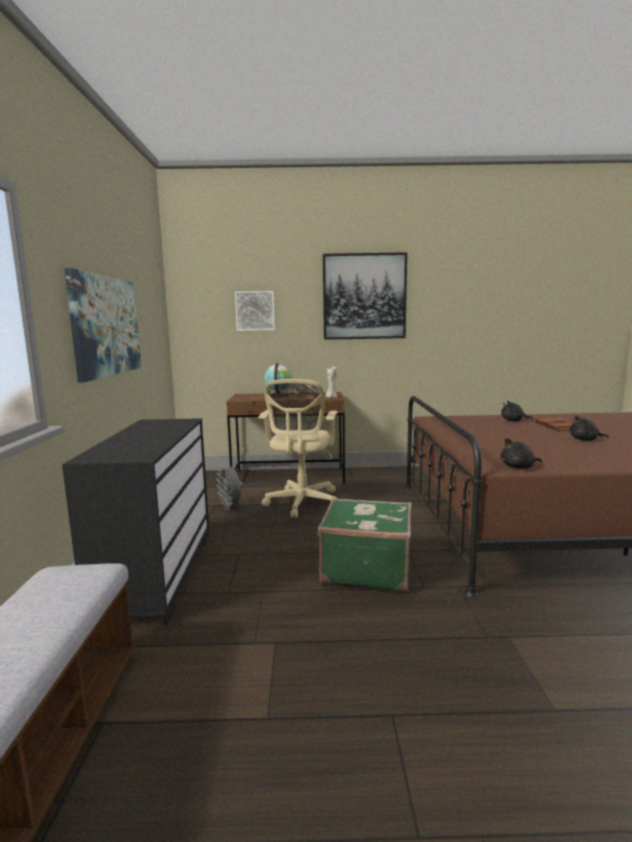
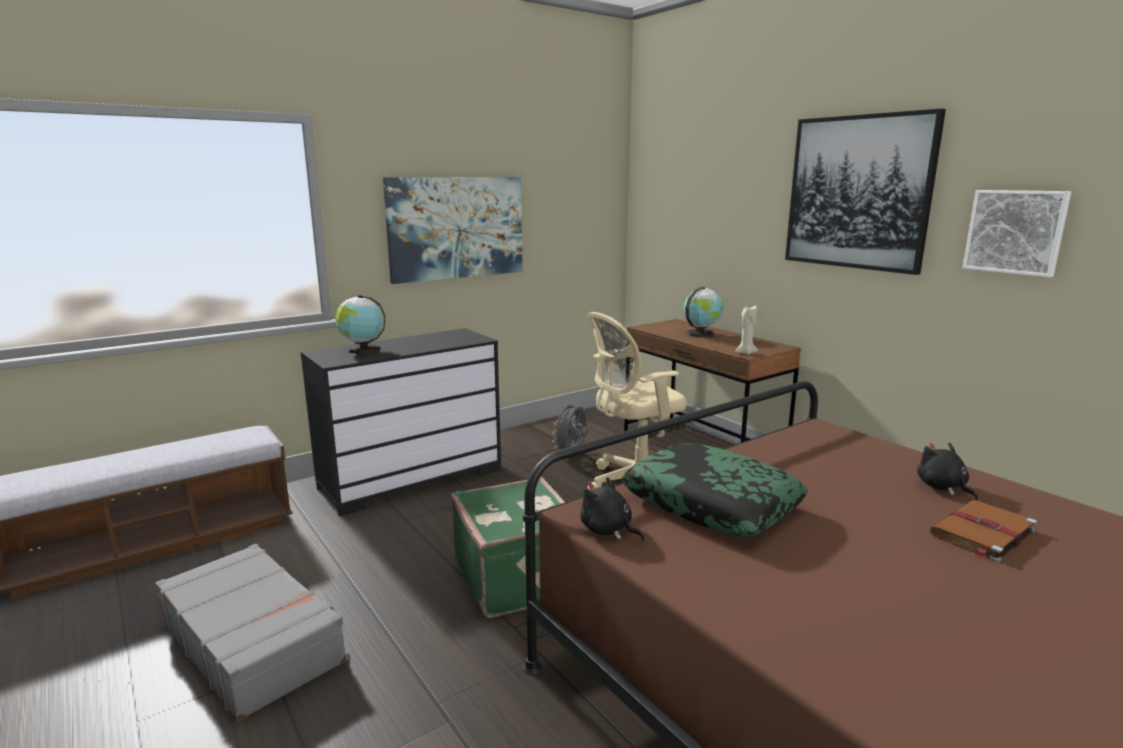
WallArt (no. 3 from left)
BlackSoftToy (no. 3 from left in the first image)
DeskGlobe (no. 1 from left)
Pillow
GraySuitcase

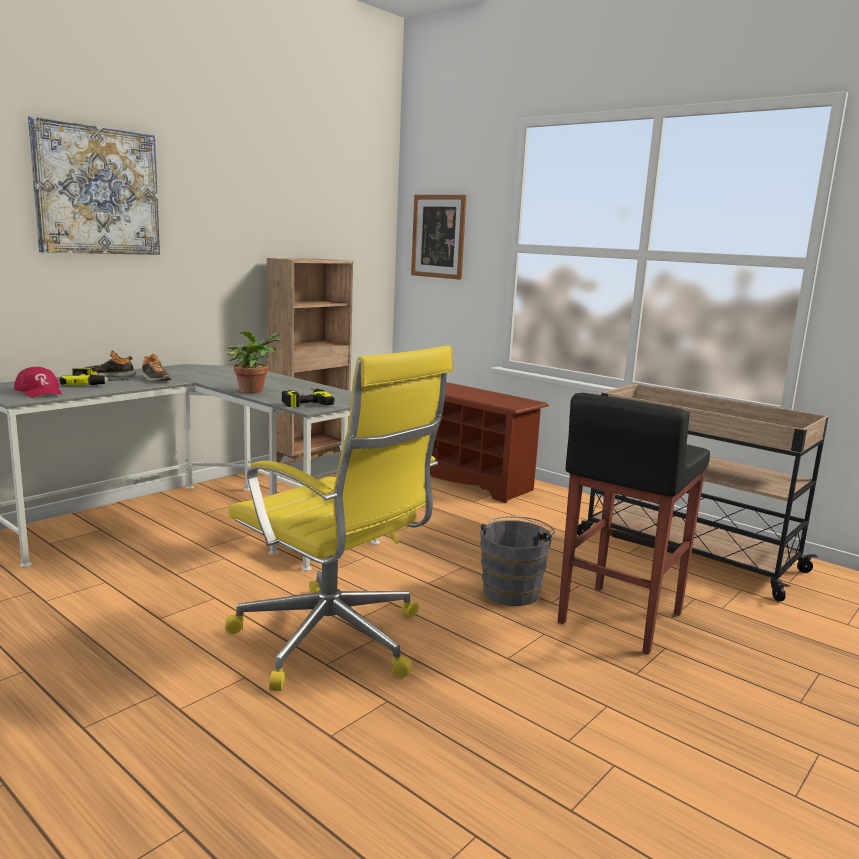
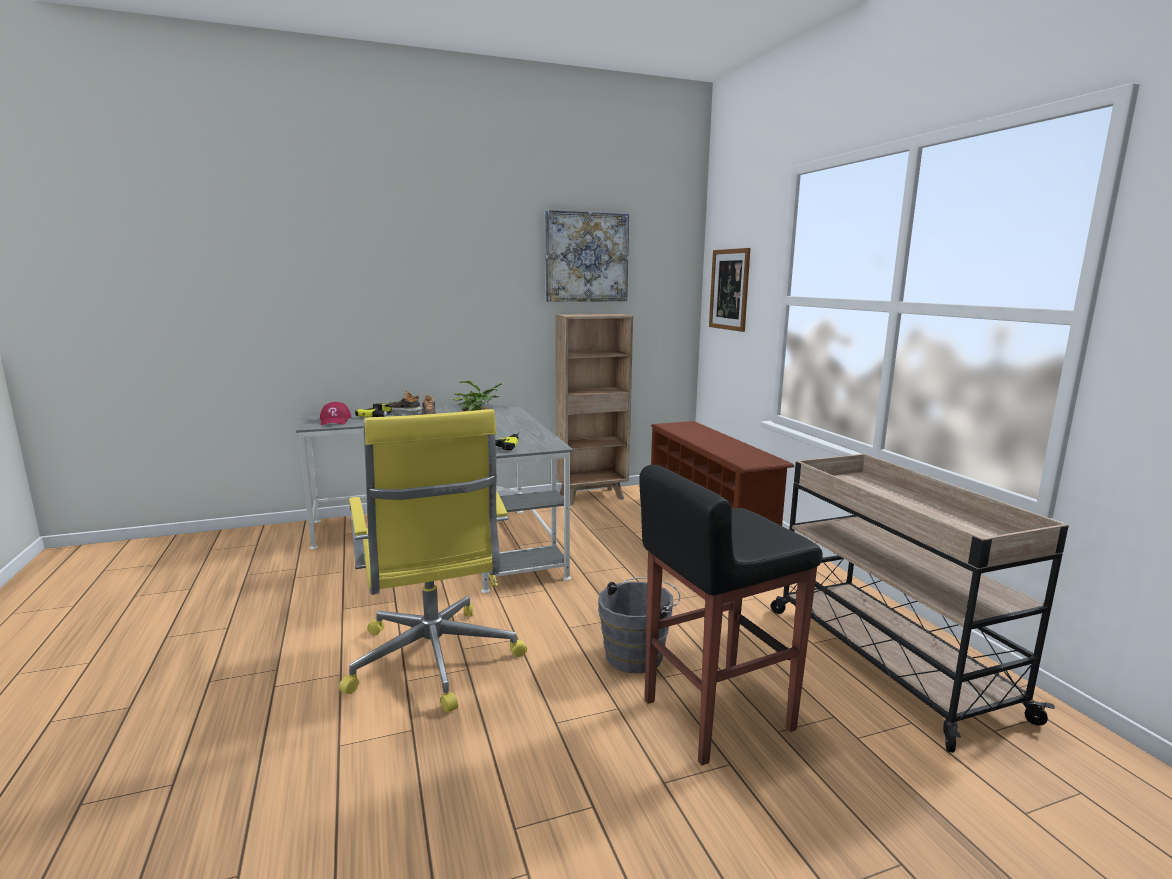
WallArt (no. 1 from left)

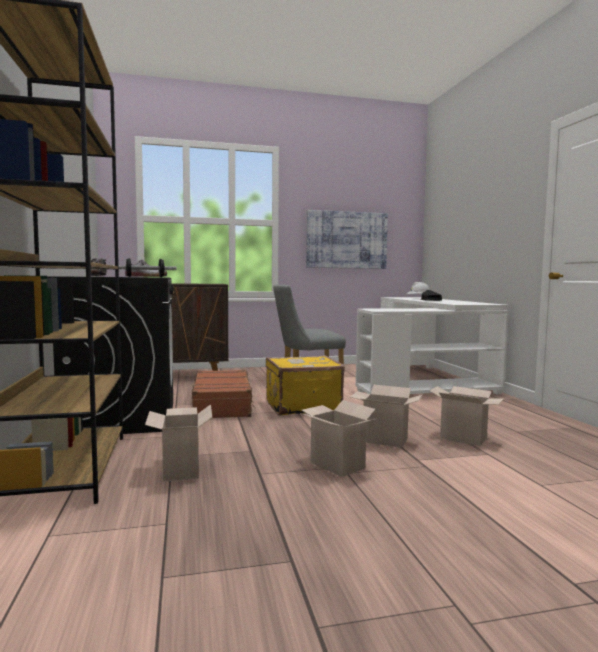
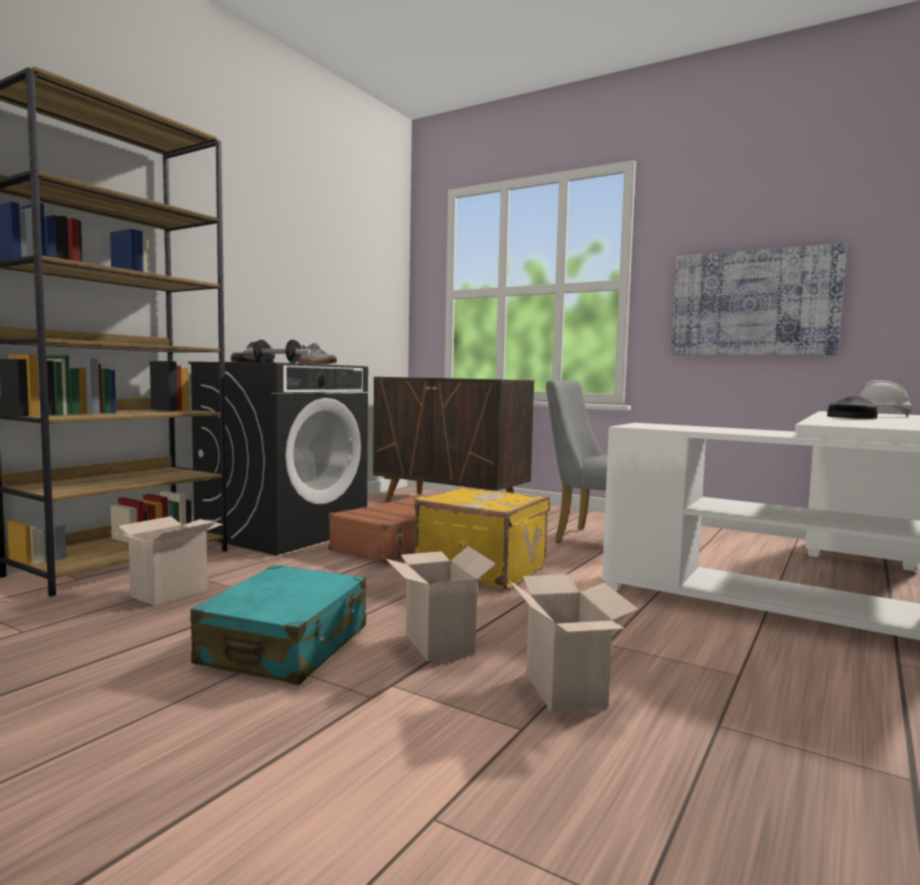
TurquoiseSuitcase

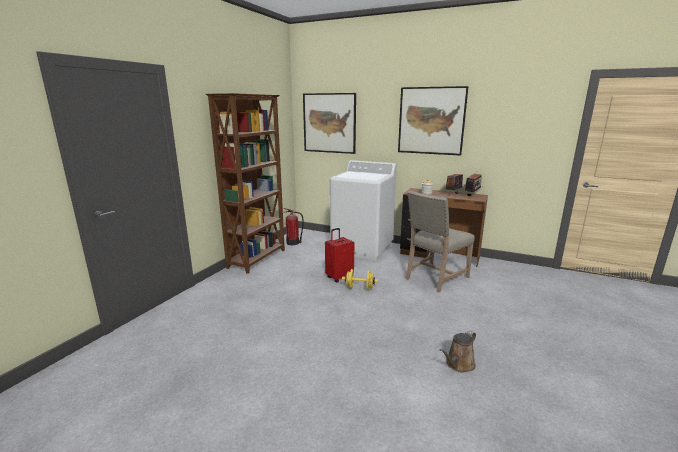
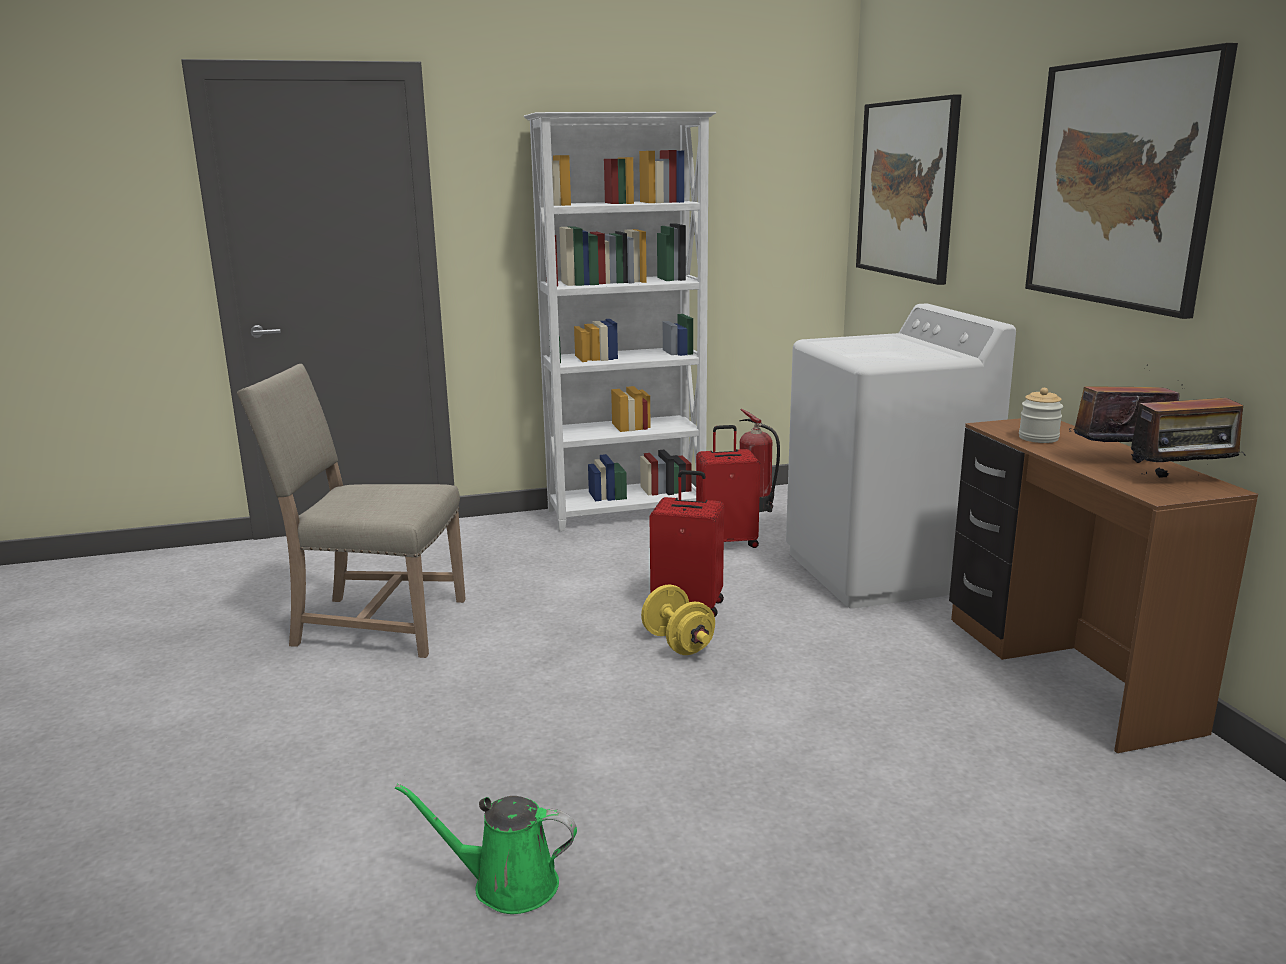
WhiteShelvingUnit
SandColouredUprightChair
GreenishWateringCan
RedColouredSuitcase (no. 2 from left)

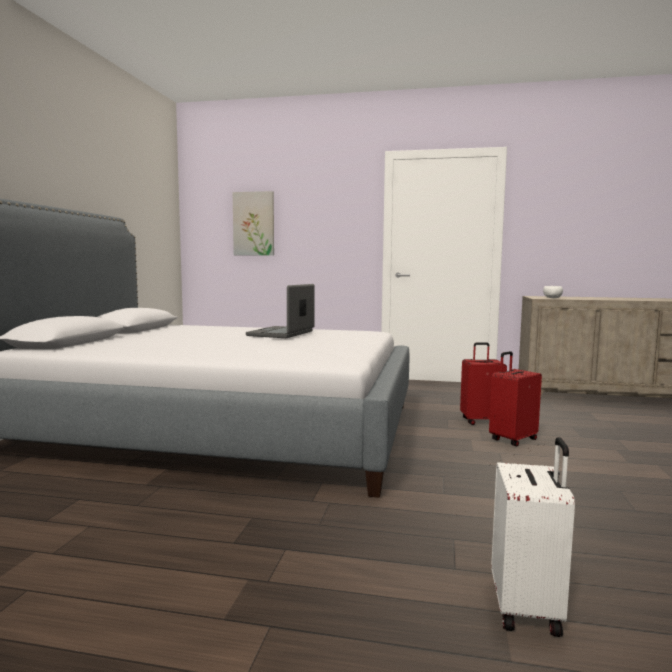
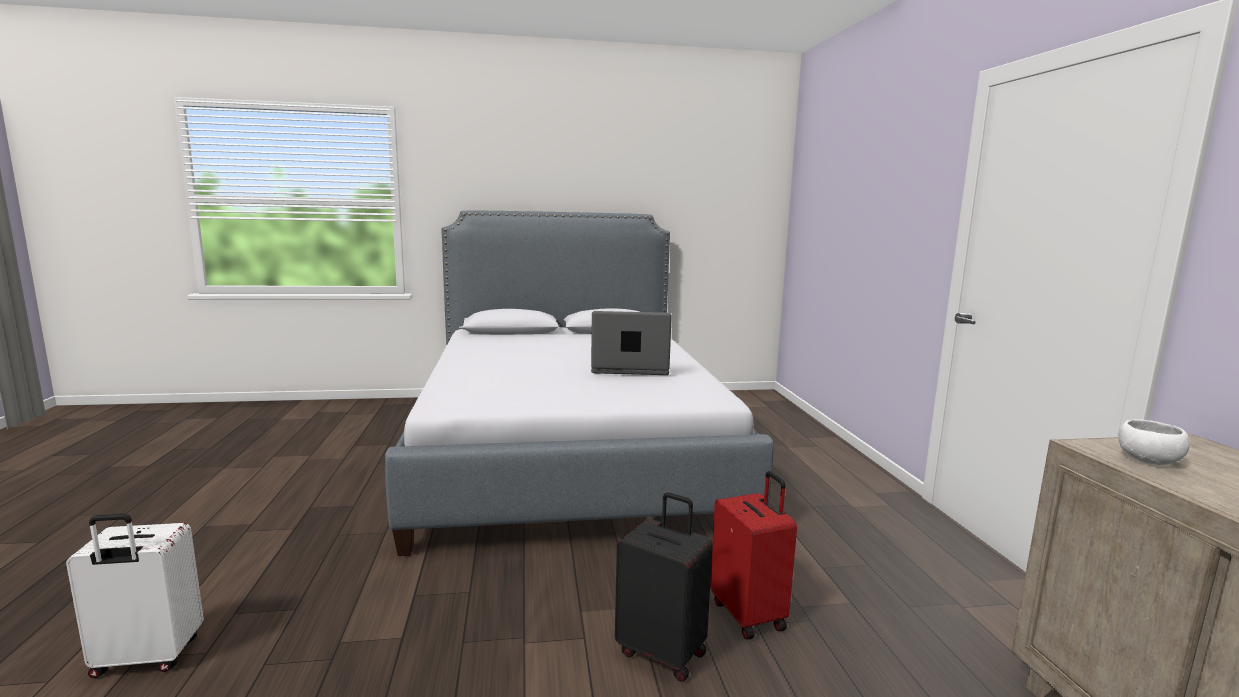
WallArt
BlackSuitcase

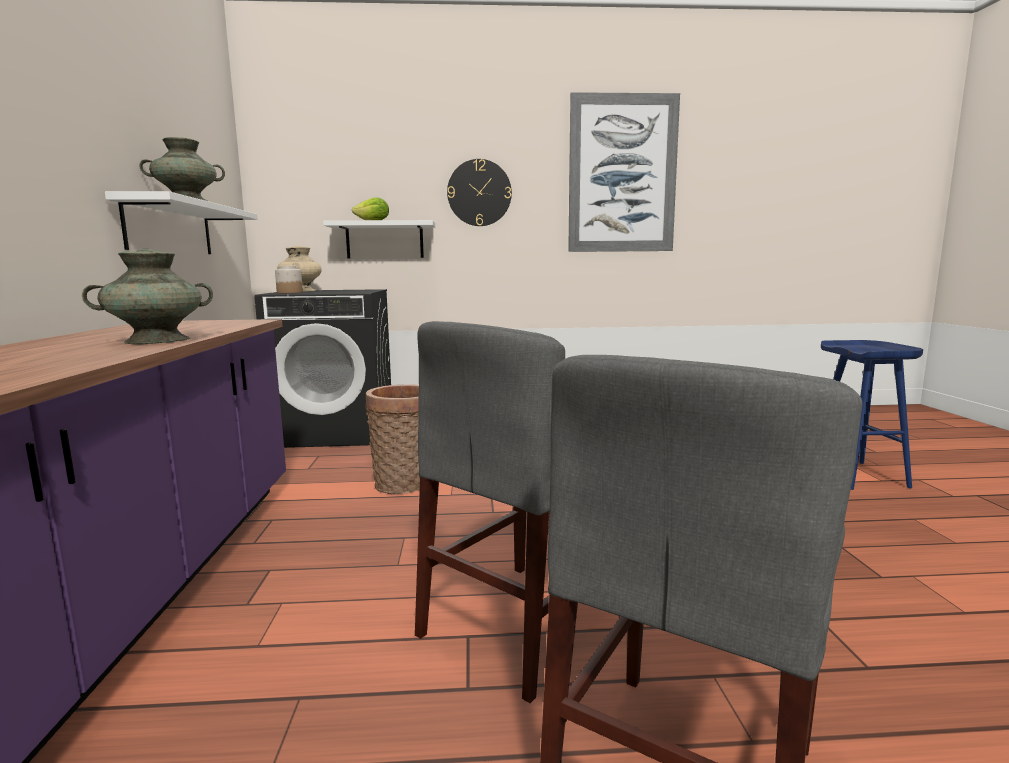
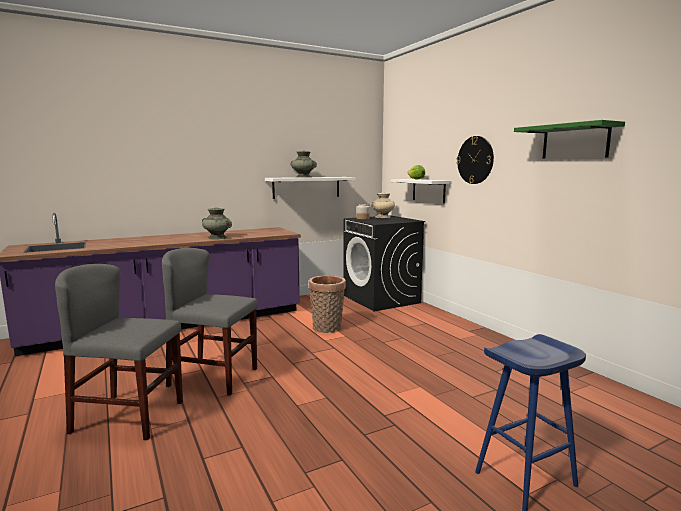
GreenishWallShelf

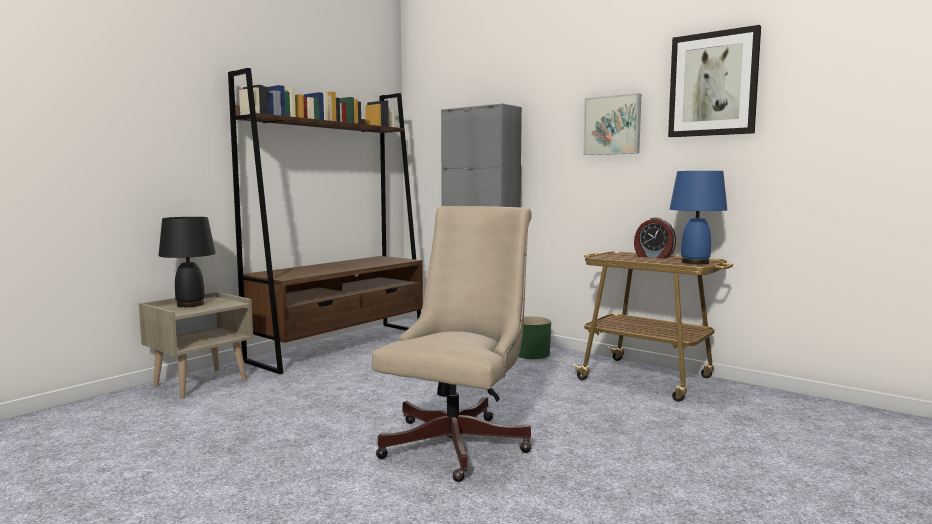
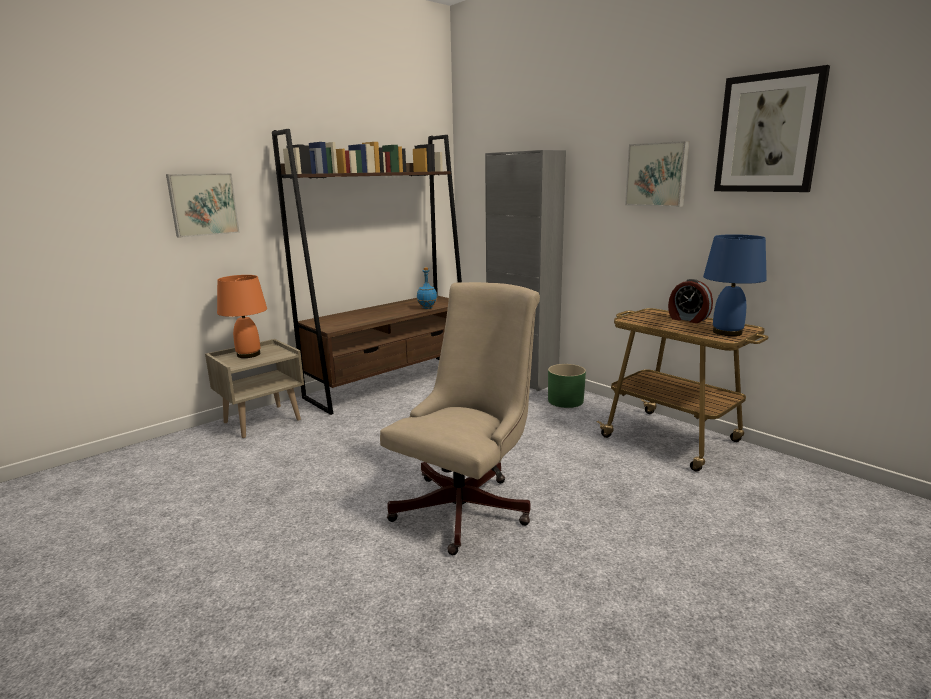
OrangeTabletopLamp
WallArt (no. 1 from left)
BlueColouredBeverageBottle

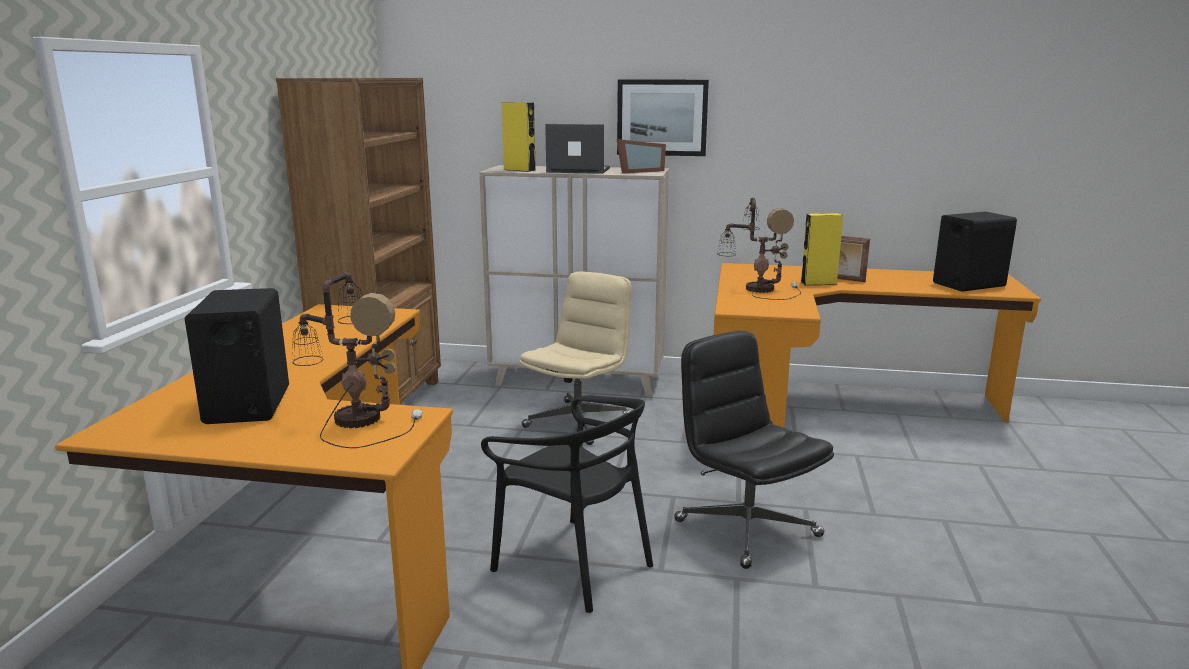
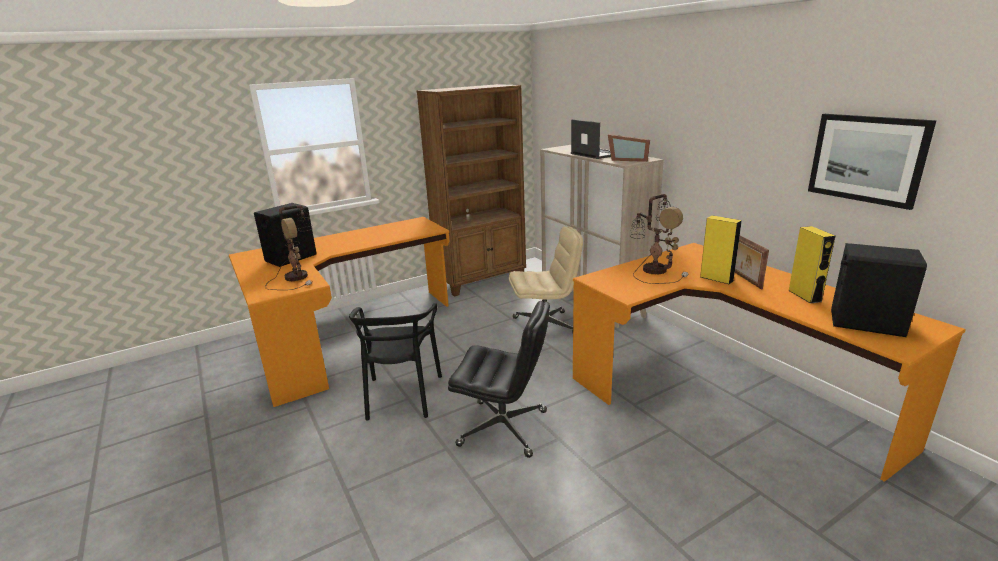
WallArt
YellowAudioSpeaker (no. 2 from left)
BlackOfficeChair

